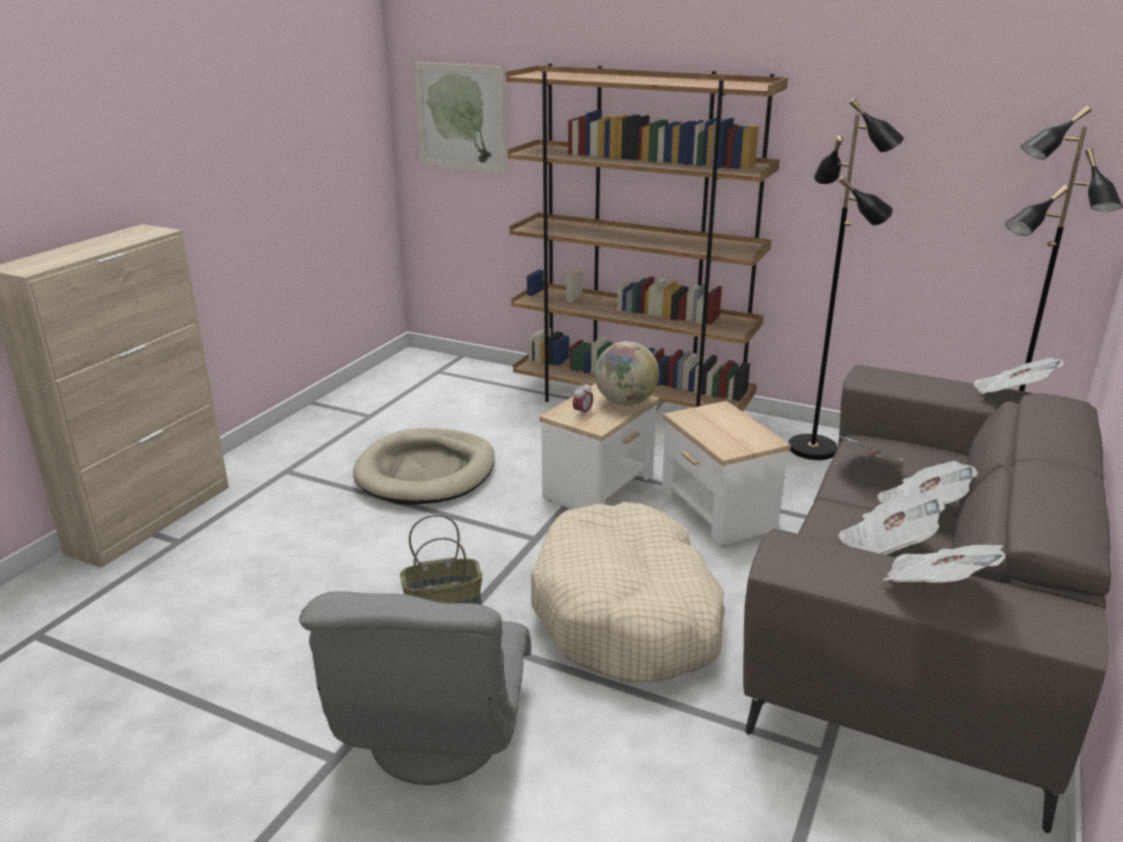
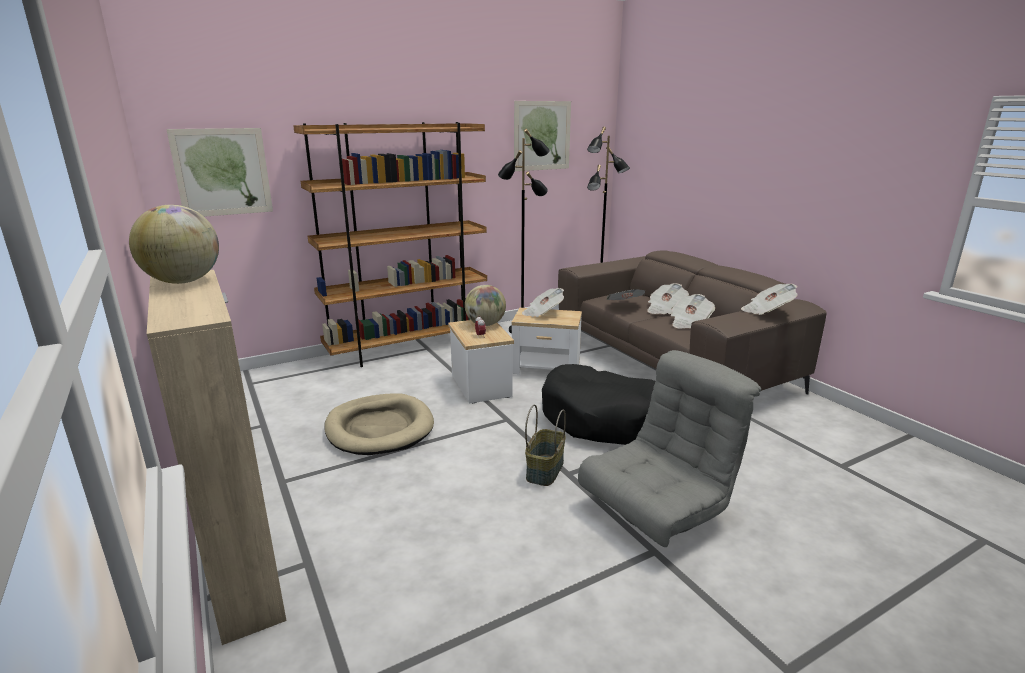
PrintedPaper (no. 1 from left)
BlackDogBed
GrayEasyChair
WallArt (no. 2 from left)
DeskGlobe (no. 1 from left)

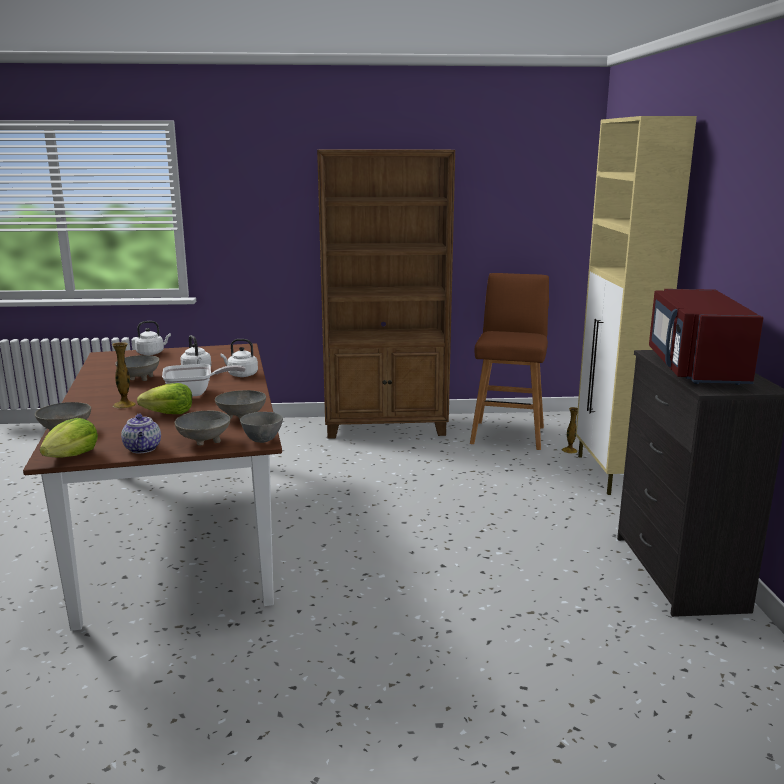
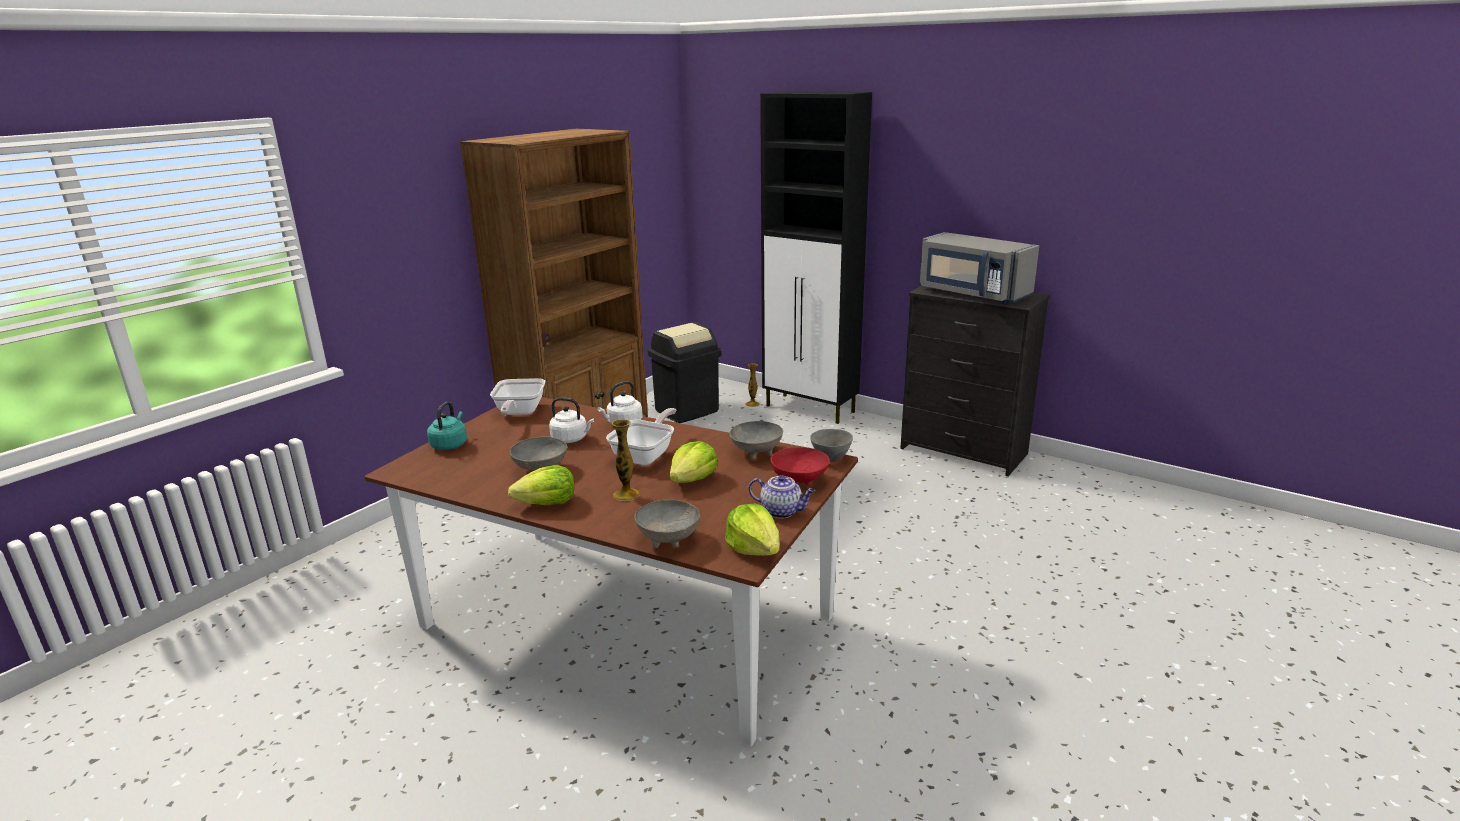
BlackCabinet
BlackTrashCan
GrayKitchenMicrowave
TurquoiseKettle
RedColouredServingBowl
Skillet (no. 1 from left)
Lettuce (no. 1 from left)

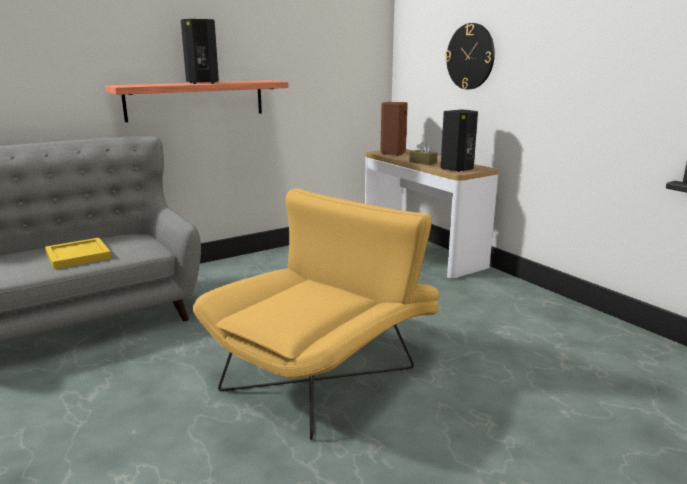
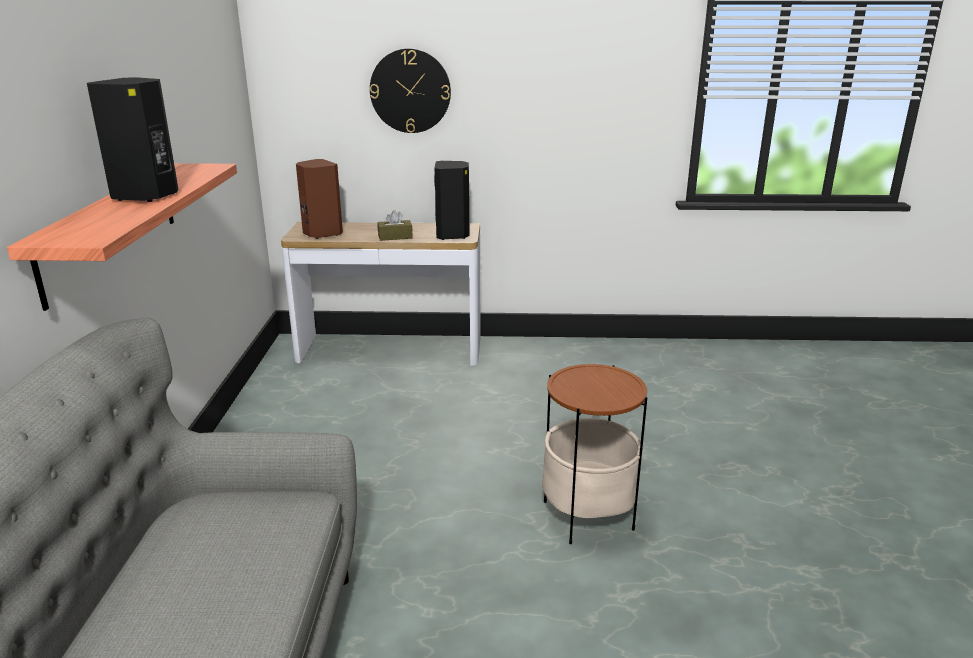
SideTable
YellowCarryingTray

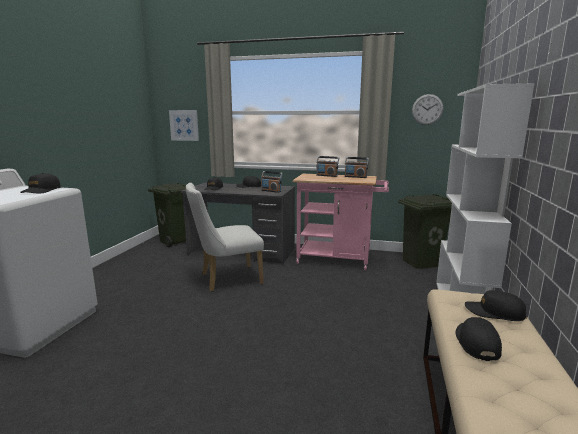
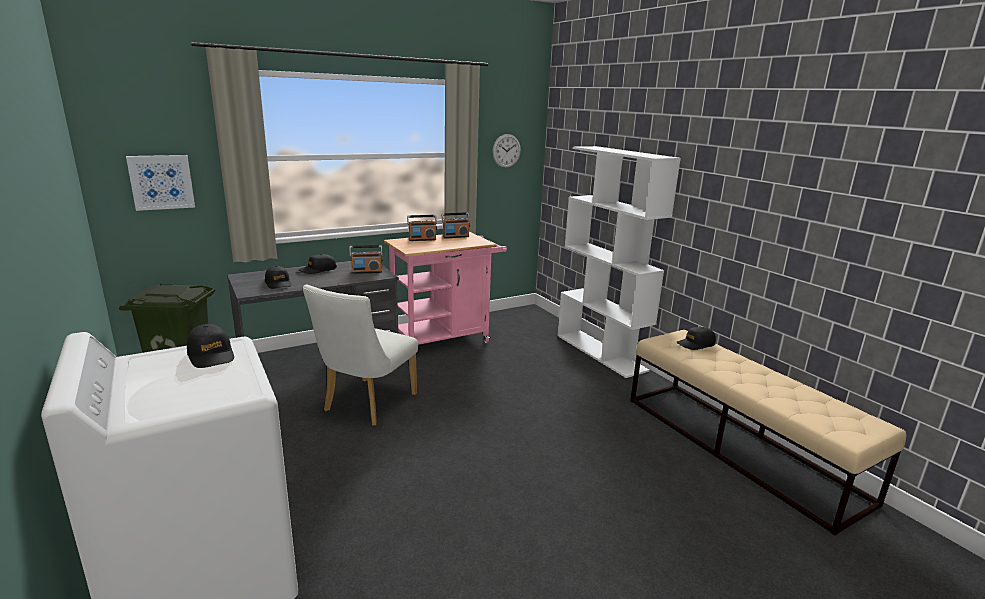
GreenishTrashCan (no. 2 from left in the first image)
BlackBaseballCap (no. 4 from left in the first image)

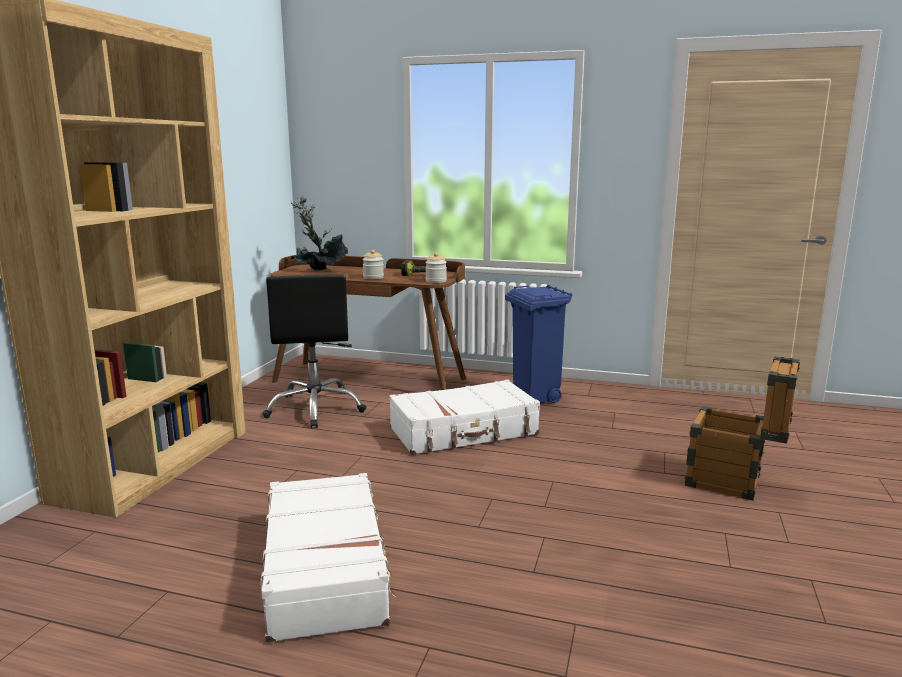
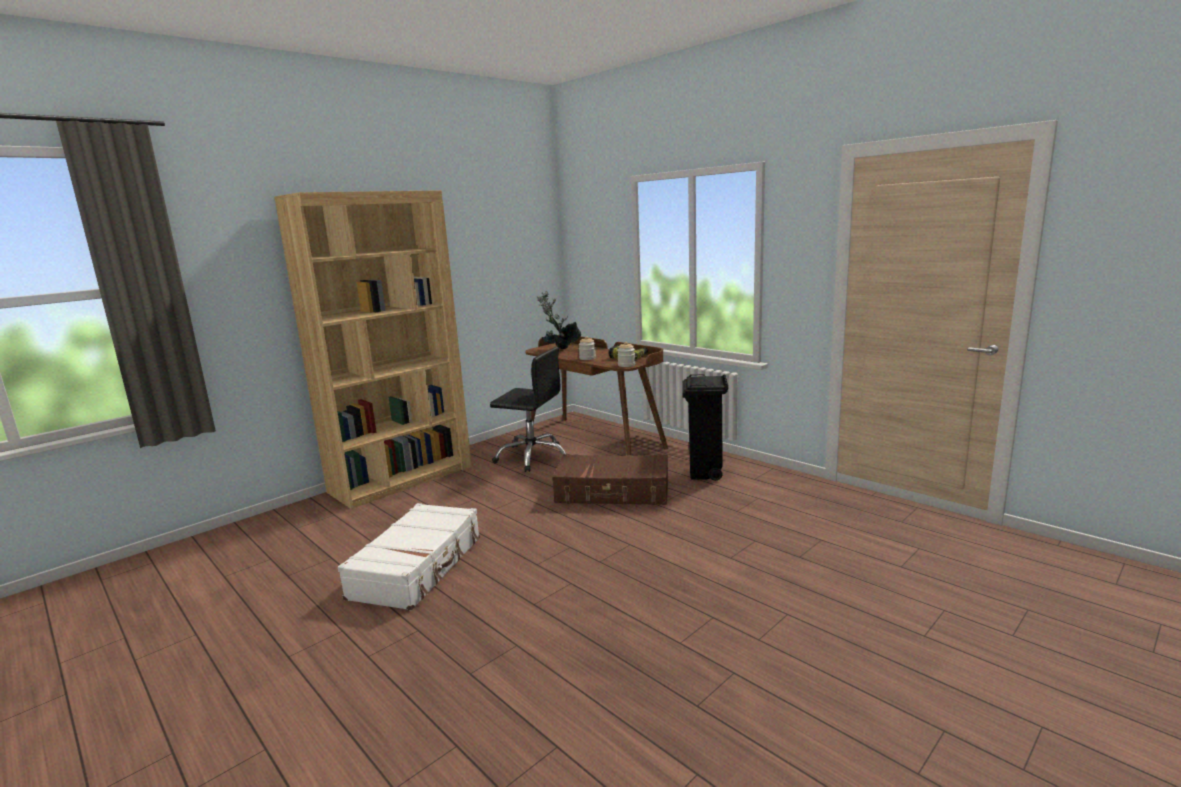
BlackOfficeChair
BlackTrashCan
ShippingCrate
BrownSuitcase

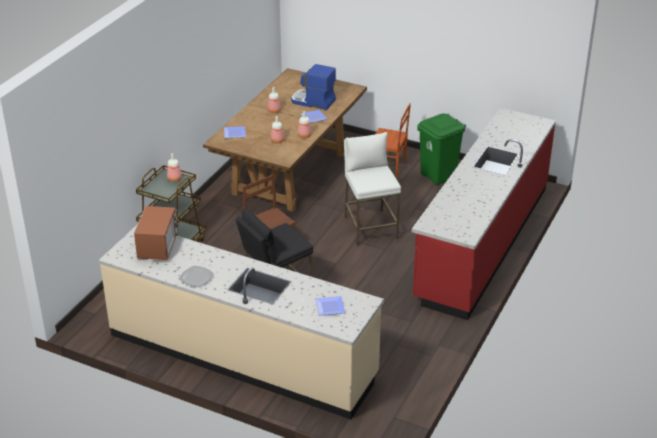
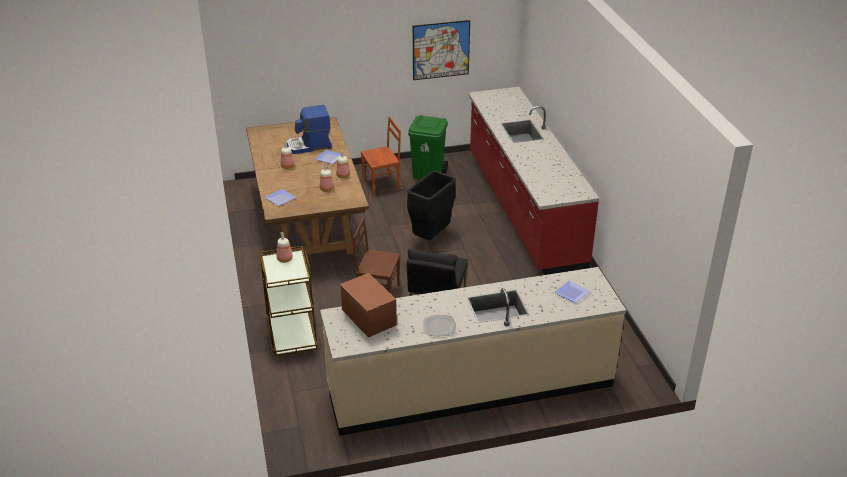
BlackTrashCan
WallArt

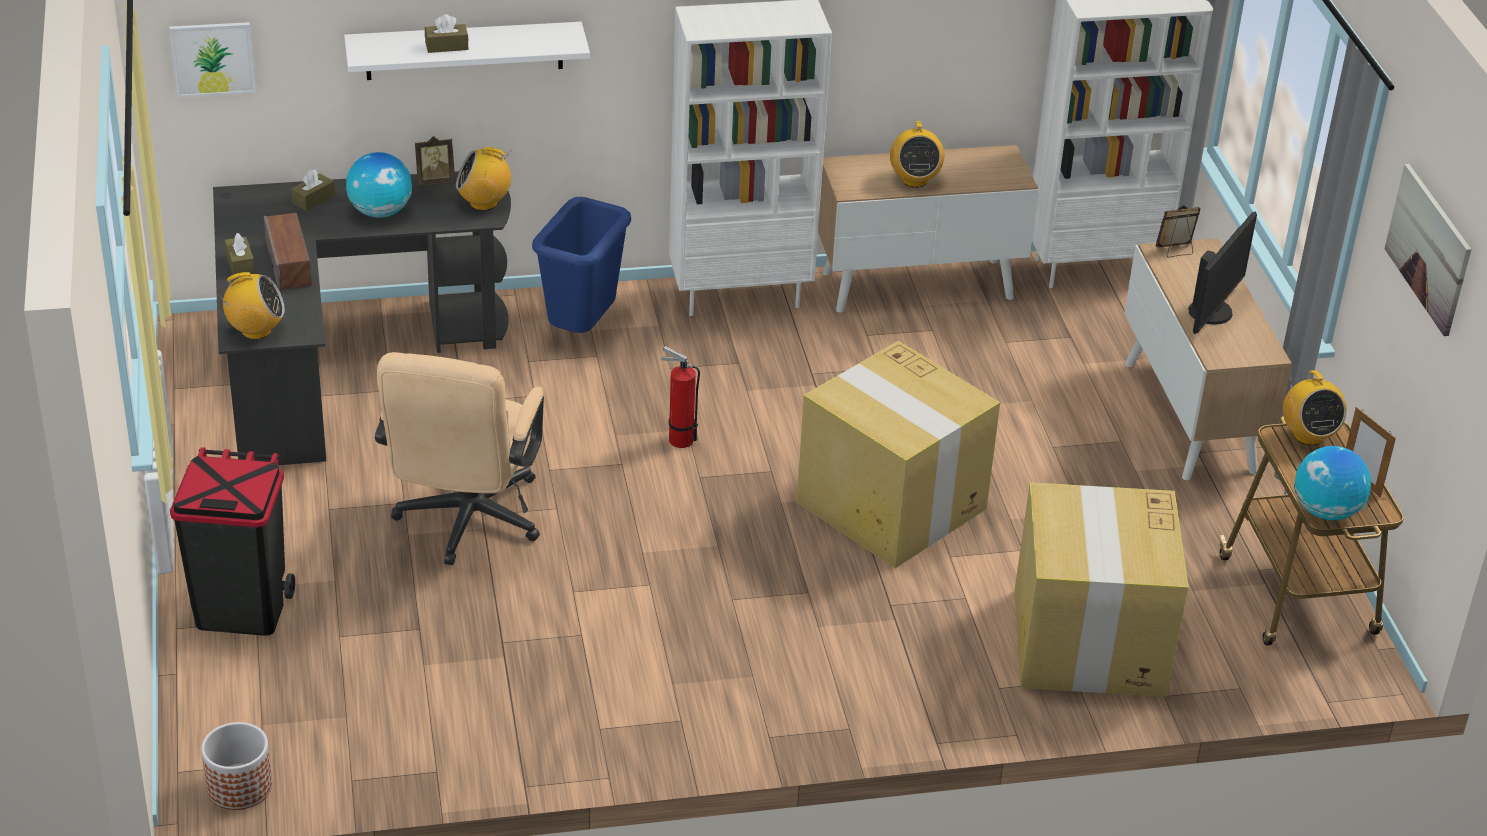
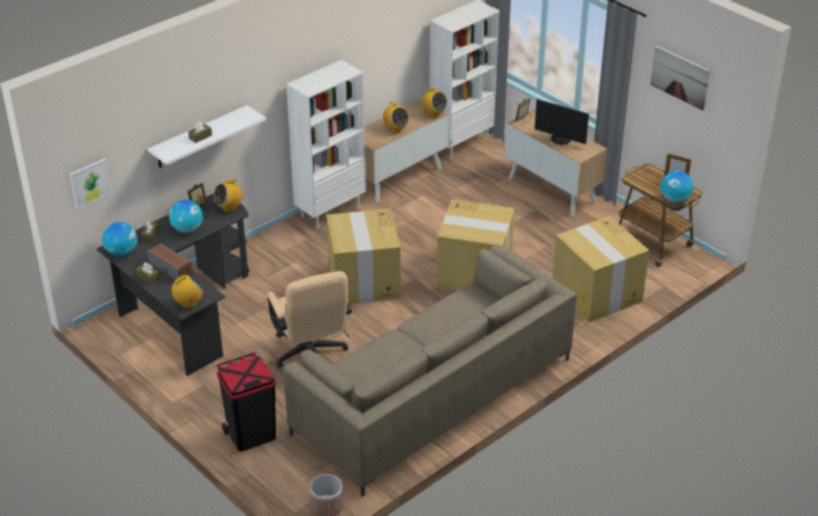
BlueColouredTrashCan
ComputerScreen
Carton (no. 1 from left)
Radio (no. 4 from left)
DeskGlobe (no. 1 from left)
SandColouredSettee

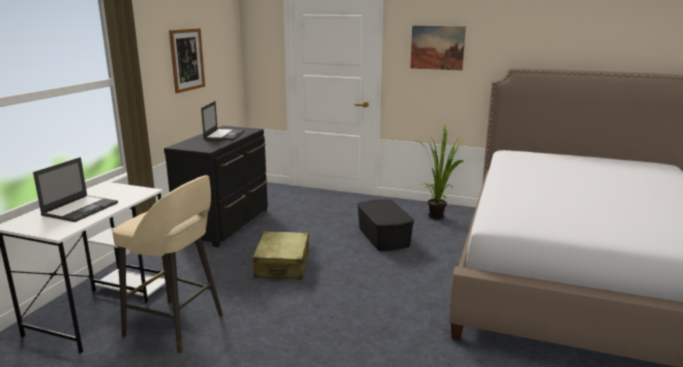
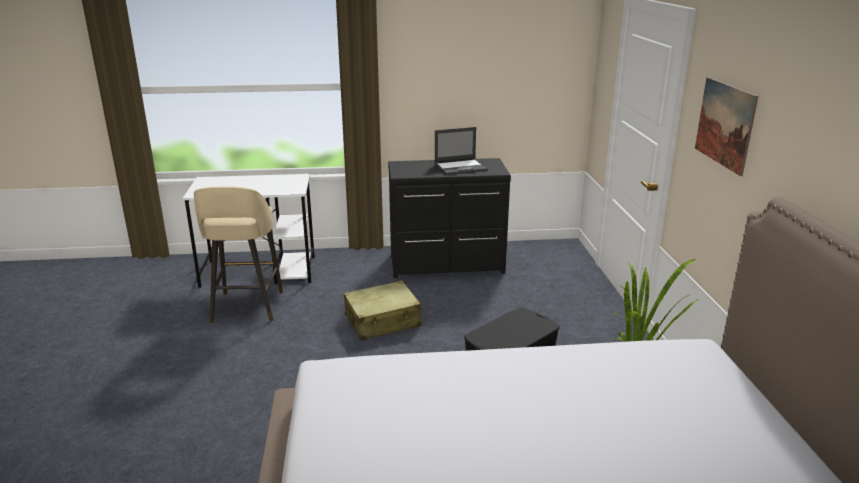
WallArt (no. 1 from left in the first image)
NotebookComputer (no. 1 from left in the first image)

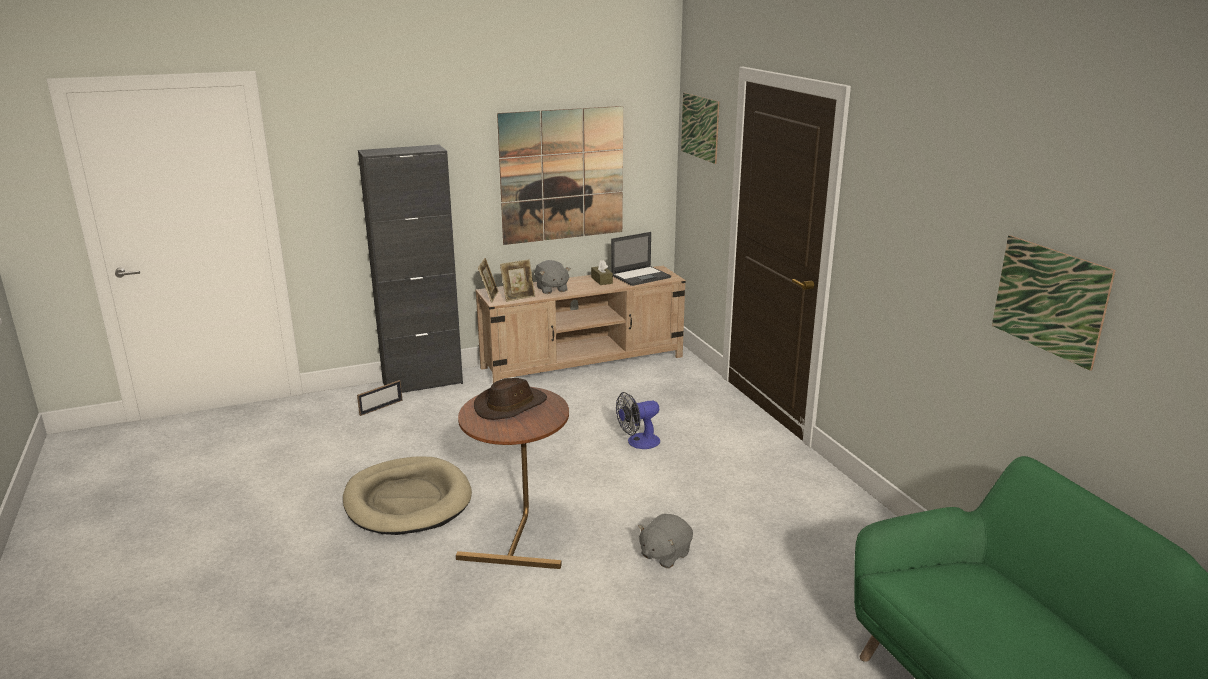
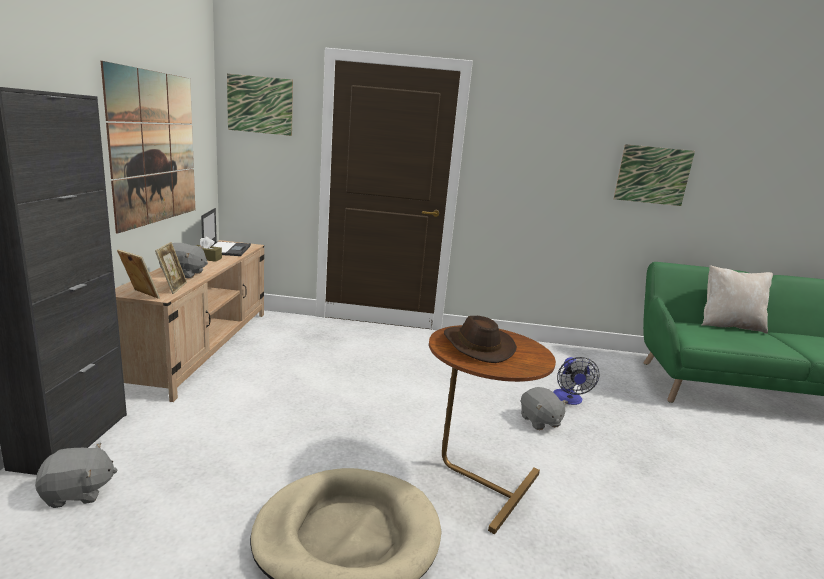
GraySoftToy (no. 1 from left)
Fan
SandColouredPillow

